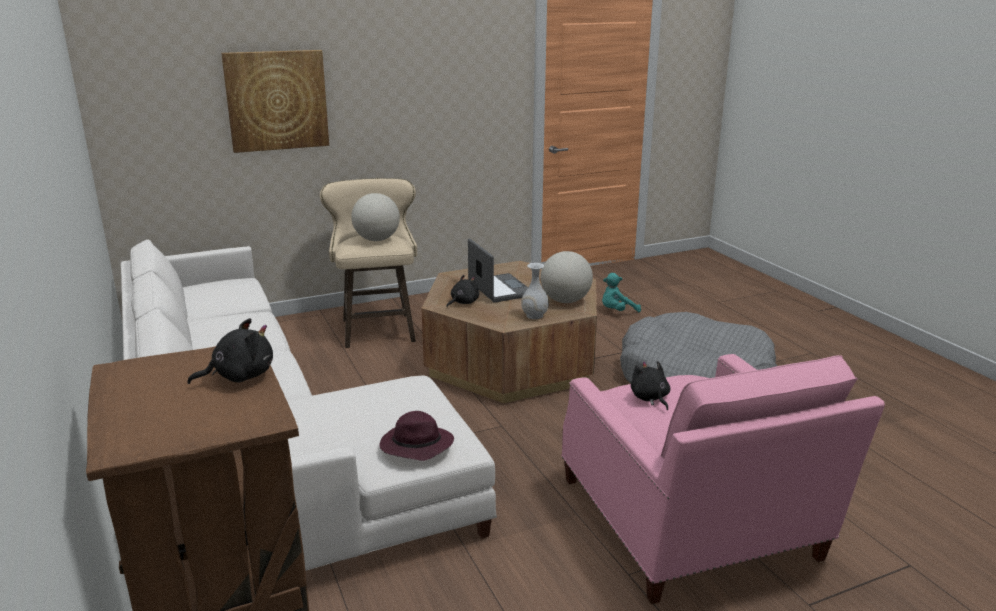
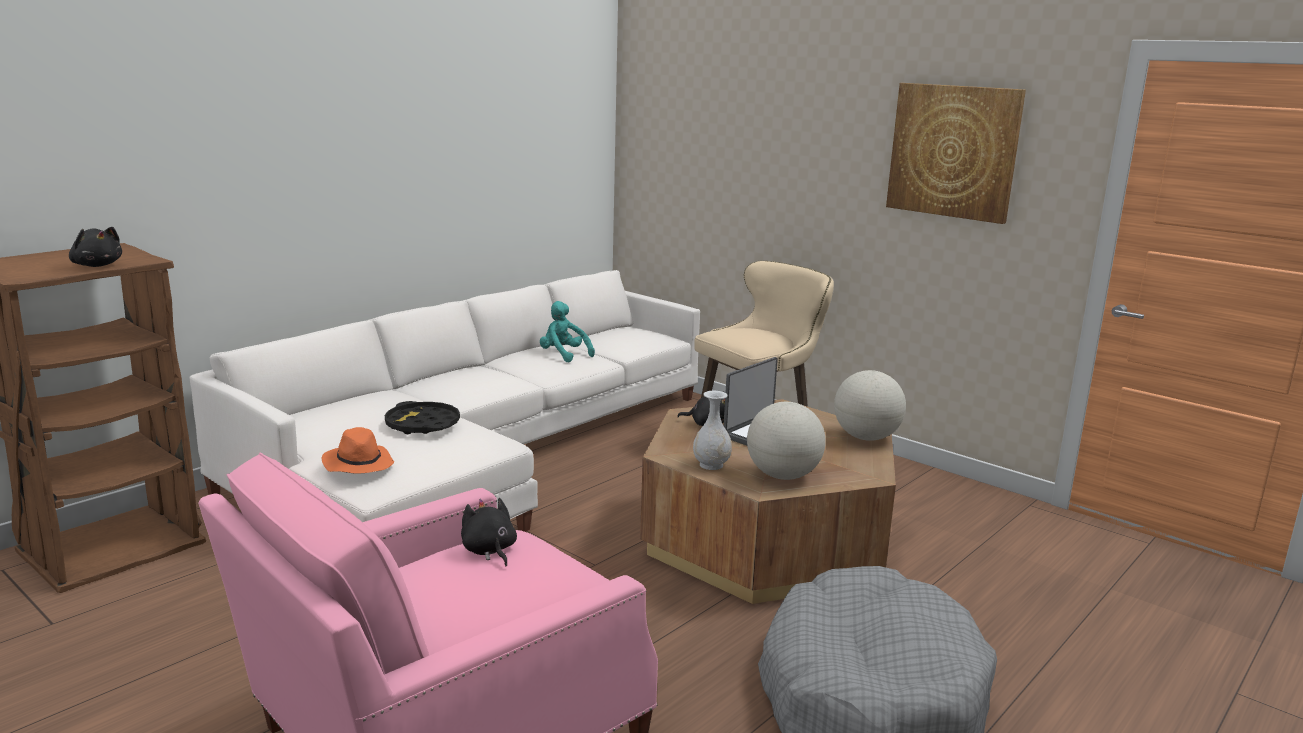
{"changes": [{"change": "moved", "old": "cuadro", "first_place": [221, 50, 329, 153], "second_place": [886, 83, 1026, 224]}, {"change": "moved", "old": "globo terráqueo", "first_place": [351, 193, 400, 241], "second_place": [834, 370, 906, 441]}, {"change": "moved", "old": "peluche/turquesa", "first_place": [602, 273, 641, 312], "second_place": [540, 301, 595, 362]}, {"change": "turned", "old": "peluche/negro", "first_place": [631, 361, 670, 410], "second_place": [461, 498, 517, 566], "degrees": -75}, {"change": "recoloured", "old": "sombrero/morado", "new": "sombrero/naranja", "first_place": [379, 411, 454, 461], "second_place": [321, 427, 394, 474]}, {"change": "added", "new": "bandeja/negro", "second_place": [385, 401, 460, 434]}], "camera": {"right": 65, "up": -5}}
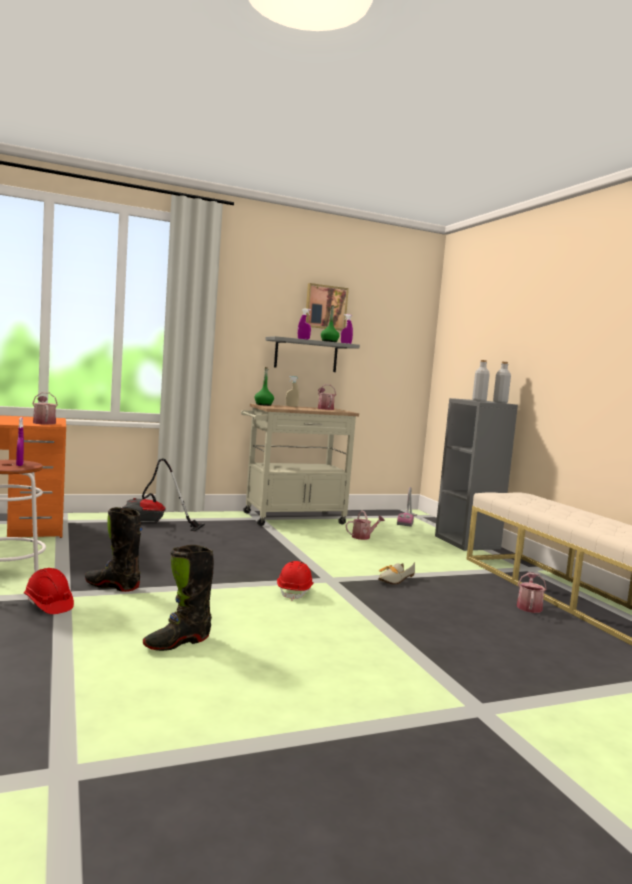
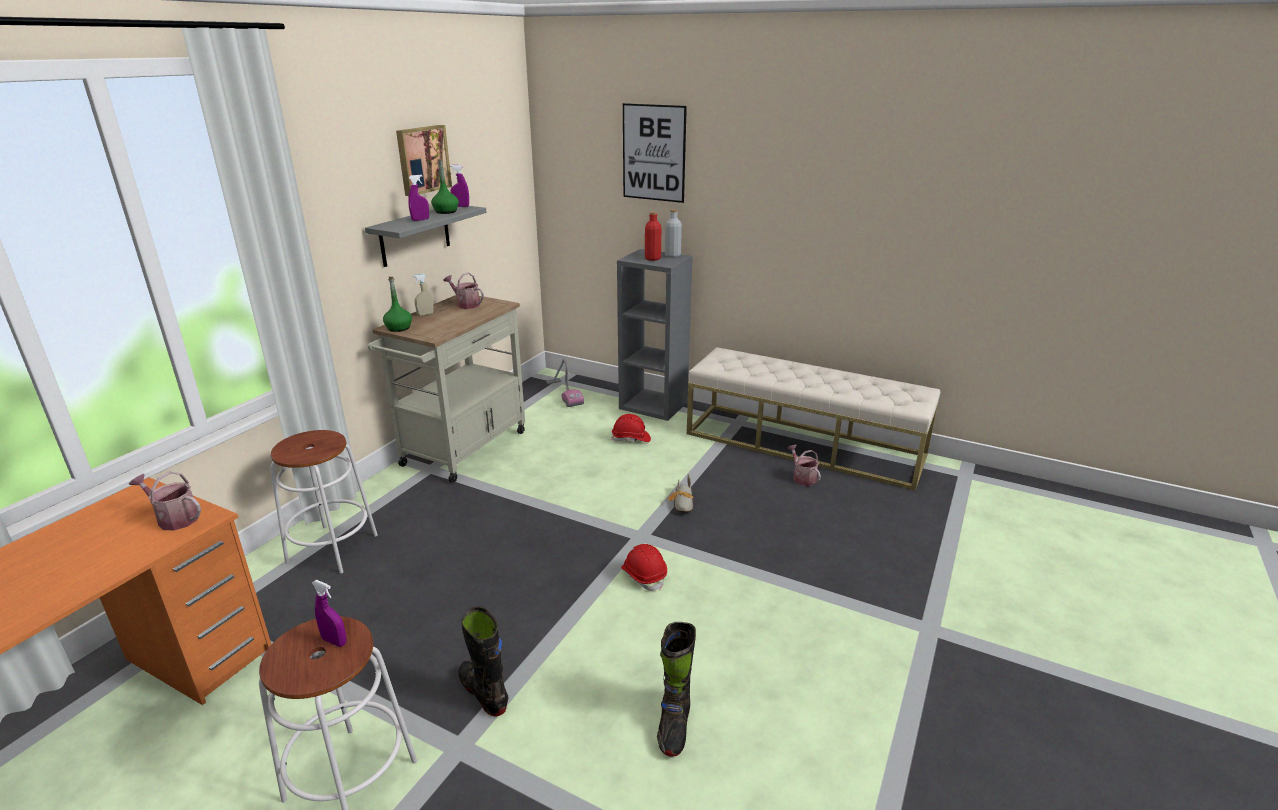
{"changes": [{"change": "recoloured", "old": "botella/gris", "new": "botella/rojo", "first_place": [472, 360, 490, 401], "second_place": [645, 211, 661, 261]}, {"change": "replaced", "old": "aspiradora", "new": "taburete/blanco", "first_place": [122, 459, 205, 531], "second_place": [270, 430, 378, 574]}, {"change": "turned", "old": "bota/negro", "first_place": [85, 507, 142, 592], "second_place": [458, 606, 508, 717], "degrees": 75}, {"change": "removed", "old": "regadera", "first_place": [346, 510, 385, 540]}, {"change": "moved", "old": "casco/rojo", "first_place": [24, 568, 74, 614], "second_place": [611, 414, 651, 442]}, {"change": "added", "new": "cuadro", "second_place": [623, 103, 687, 203]}], "camera": {"right": -40, "up": 20}}
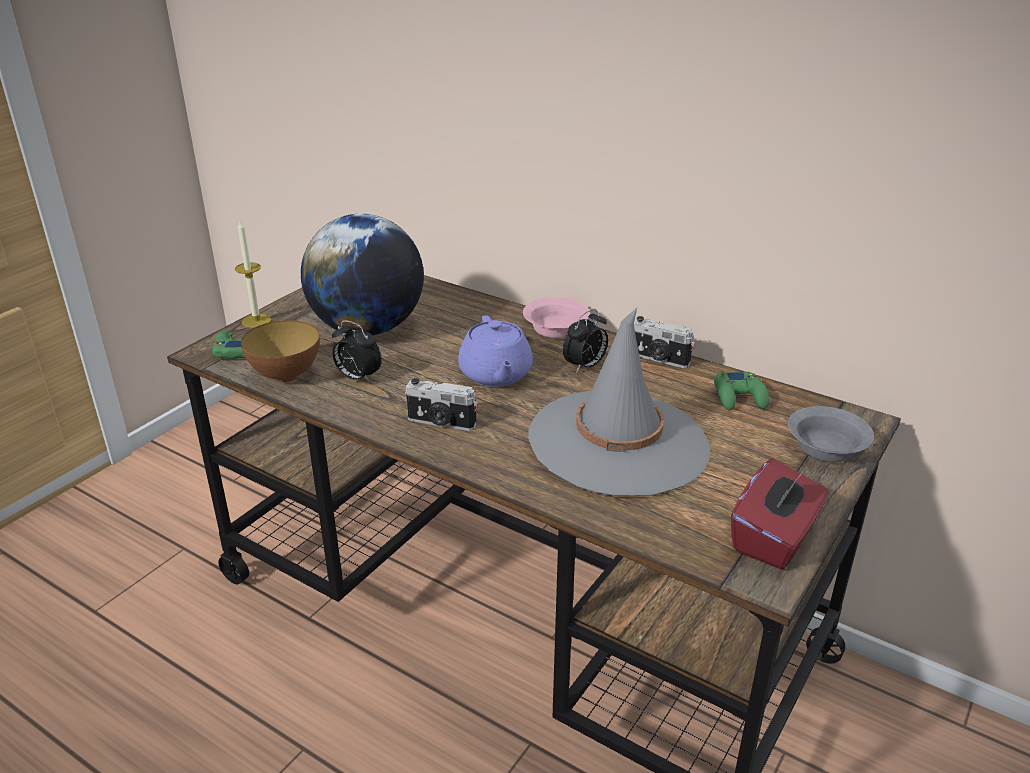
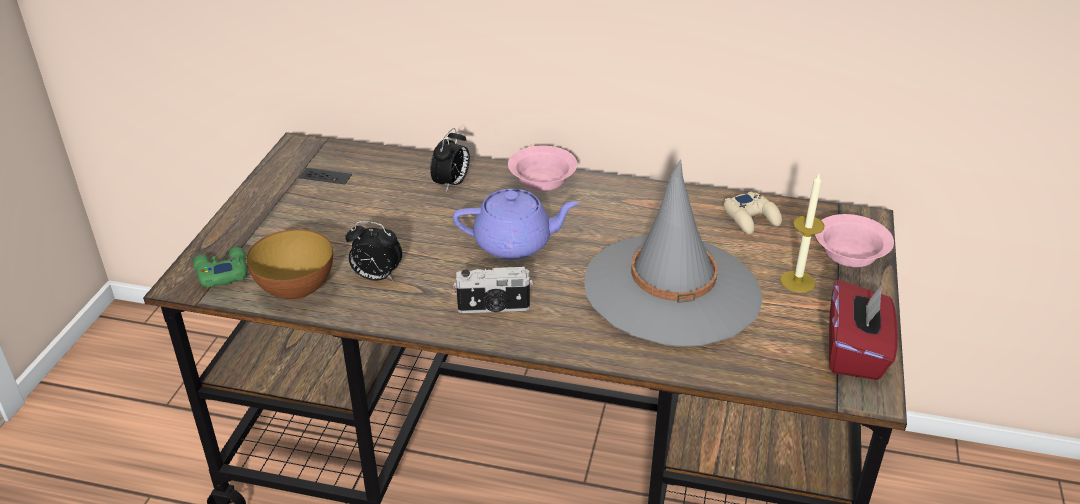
{"changes": [{"change": "removed", "old": "globo terráqueo", "first_place": [301, 214, 424, 335]}, {"change": "moved", "old": "vela", "first_place": [235, 221, 271, 328], "second_place": [780, 174, 825, 293]}, {"change": "moved", "old": "despertador", "first_place": [563, 309, 608, 373], "second_place": [430, 128, 470, 192]}, {"change": "turned", "old": "tetera/morado", "first_place": [458, 315, 533, 387], "second_place": [453, 189, 579, 259], "degrees": -60}, {"change": "removed", "old": "cámara", "first_place": [634, 316, 695, 368]}, {"change": "recoloured", "old": "mando de consola/verde", "new": "mando de consola/beis", "first_place": [714, 371, 769, 410], "second_place": [723, 192, 782, 234]}, {"change": "recoloured", "old": "cuenco/gris", "new": "cuenco/rosa", "first_place": [788, 406, 874, 462], "second_place": [815, 214, 894, 267]}], "camera": {"right": -20, "up": 5}}
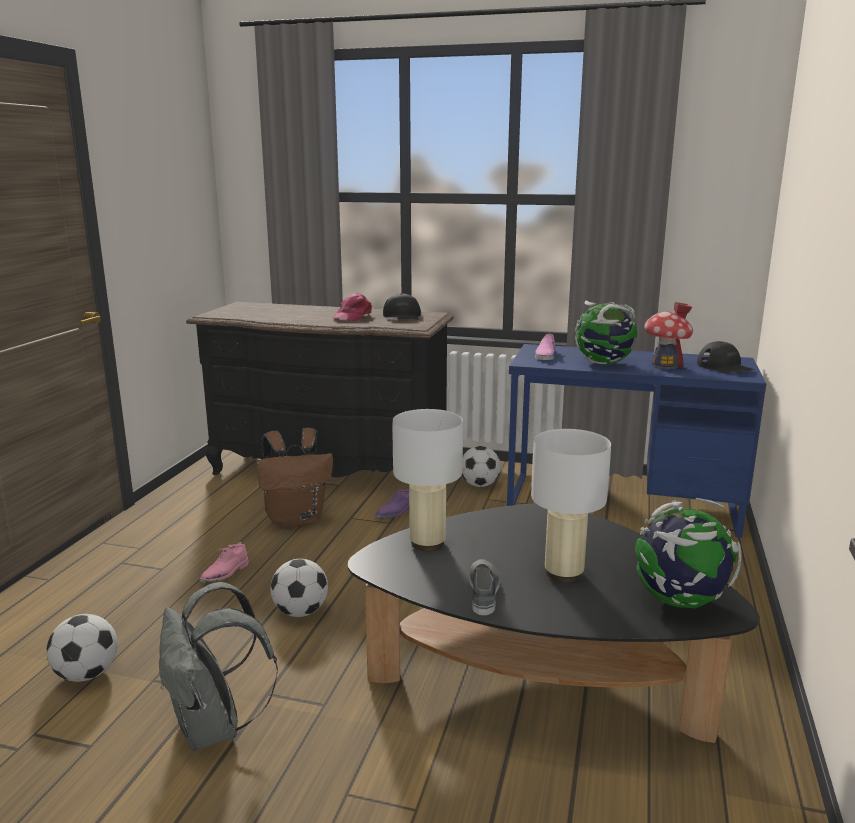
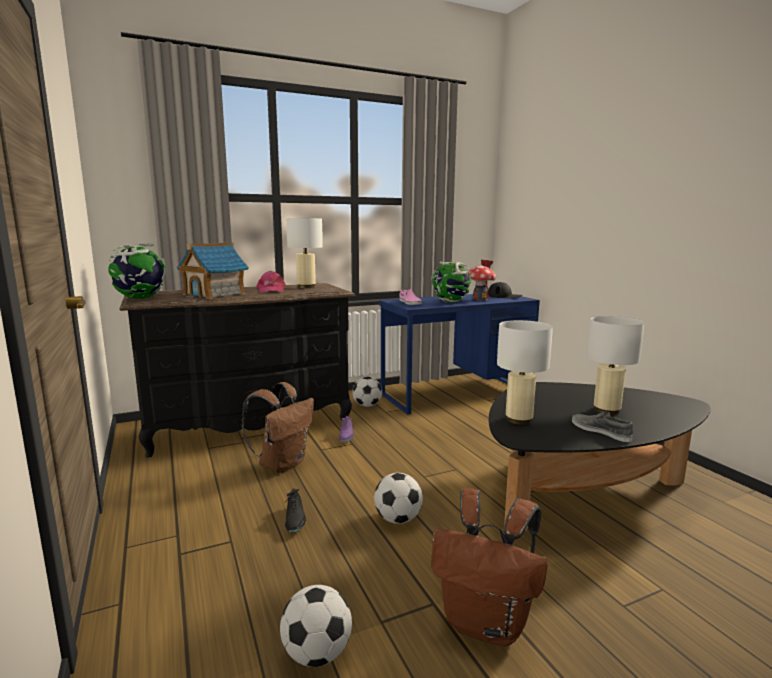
{"changes": [{"change": "replaced", "old": "gorra/negro", "new": "lámpara de mesa/blanco", "first_place": [383, 293, 421, 320], "second_place": [286, 218, 323, 288]}, {"change": "moved", "old": "globo terráqueo", "first_place": [635, 498, 742, 608], "second_place": [108, 244, 166, 299]}, {"change": "recoloured", "old": "zapato/rosa", "new": "zapato/negro", "first_place": [199, 542, 249, 583], "second_place": [285, 488, 306, 533]}, {"change": "recoloured", "old": "mochila/gris", "new": "mochila/marrón", "first_place": [159, 582, 278, 751], "second_place": [431, 489, 548, 646]}, {"change": "added", "new": "casita", "second_place": [177, 242, 249, 299]}], "camera": {"right": -40, "up": -5}}
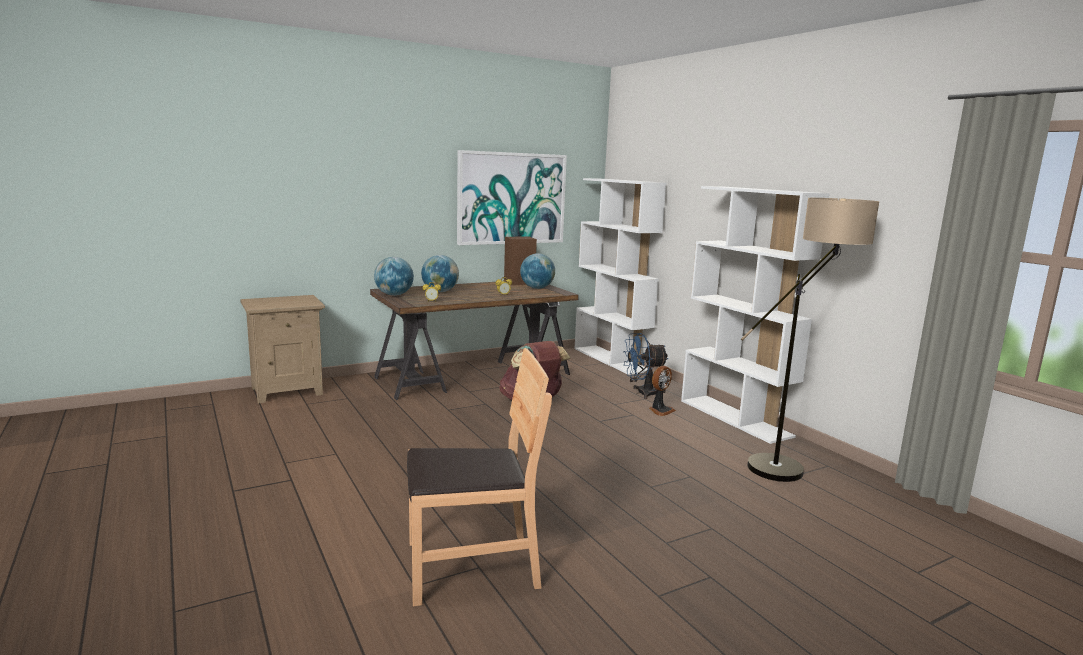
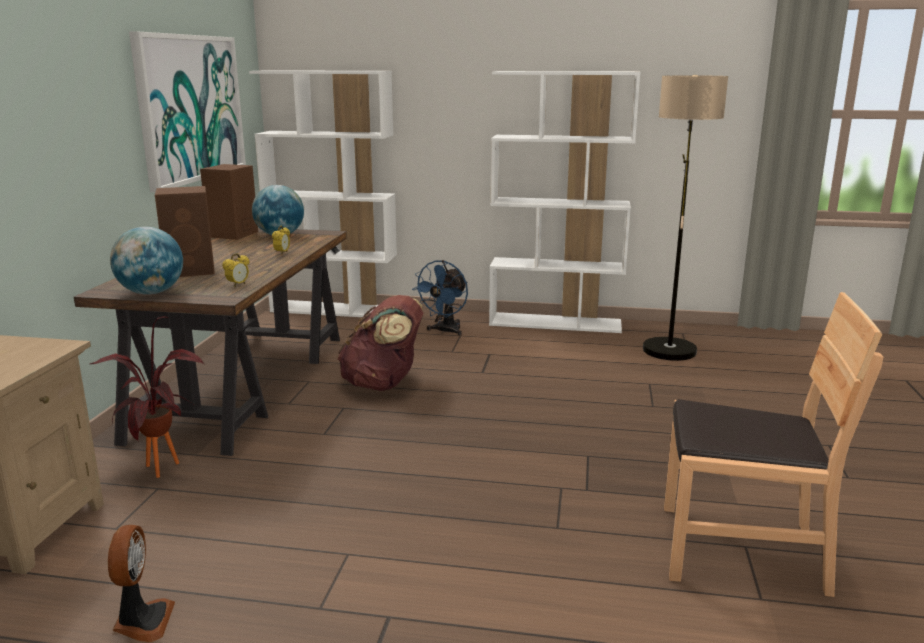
{"changes": [{"change": "replaced", "old": "globo terráqueo", "new": "altavoz/marrón", "first_place": [421, 255, 459, 292], "second_place": [155, 186, 215, 277]}, {"change": "turned", "old": "silla/marrón", "first_place": [407, 348, 552, 606], "second_place": [664, 292, 883, 597], "degrees": 75}, {"change": "moved", "old": "ventilador", "first_place": [649, 366, 676, 416], "second_place": [108, 525, 175, 642]}, {"change": "added", "new": "planta en maceta", "second_place": [90, 316, 204, 478]}], "camera": {"right": -50, "up": 5}}
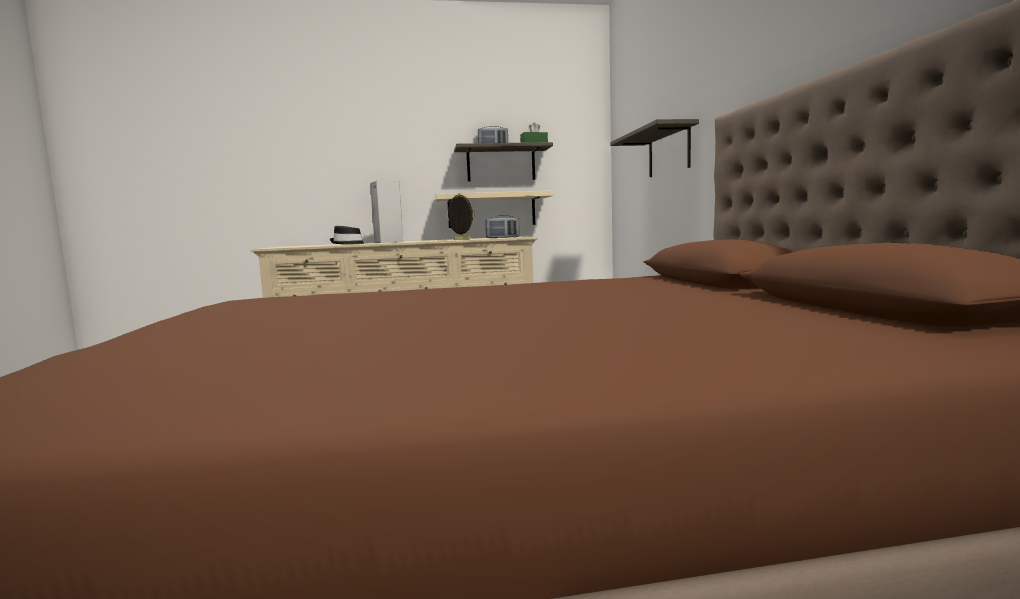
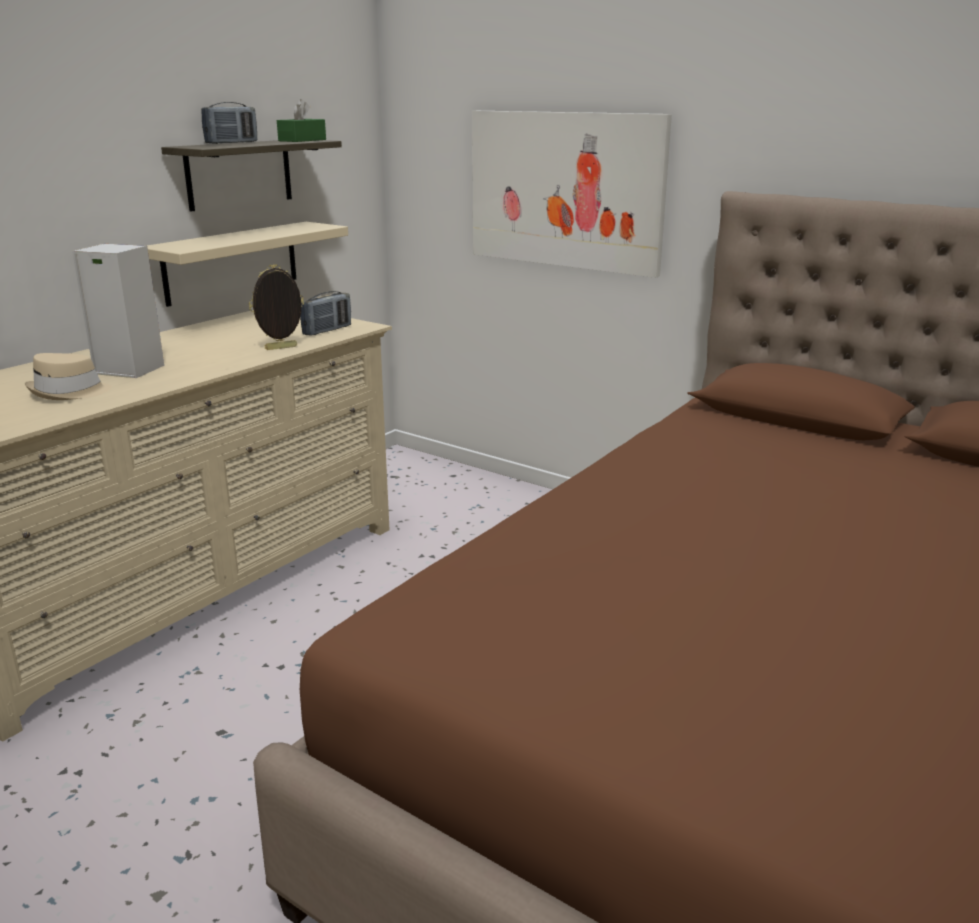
{"changes": [{"change": "replaced", "old": "estante", "new": "cuadro", "first_place": [610, 119, 699, 177], "second_place": [472, 111, 672, 278]}, {"change": "recoloured", "old": "sombrero/negro", "new": "sombrero/beis", "first_place": [330, 226, 366, 244], "second_place": [25, 353, 112, 400]}], "camera": {"right": -45, "up": 15}}
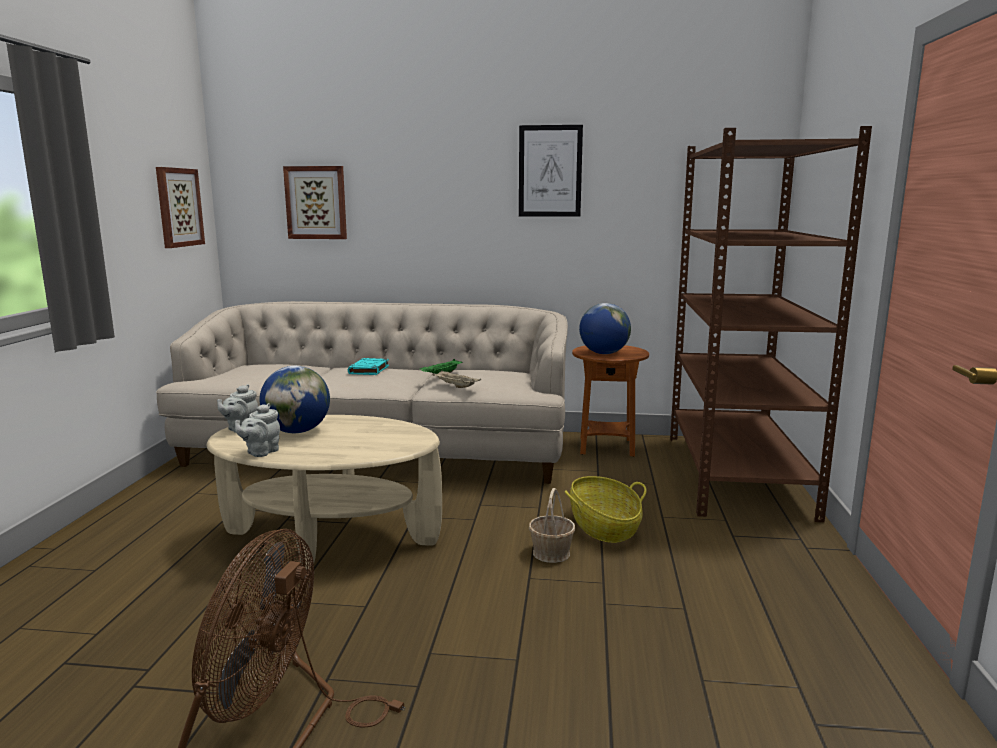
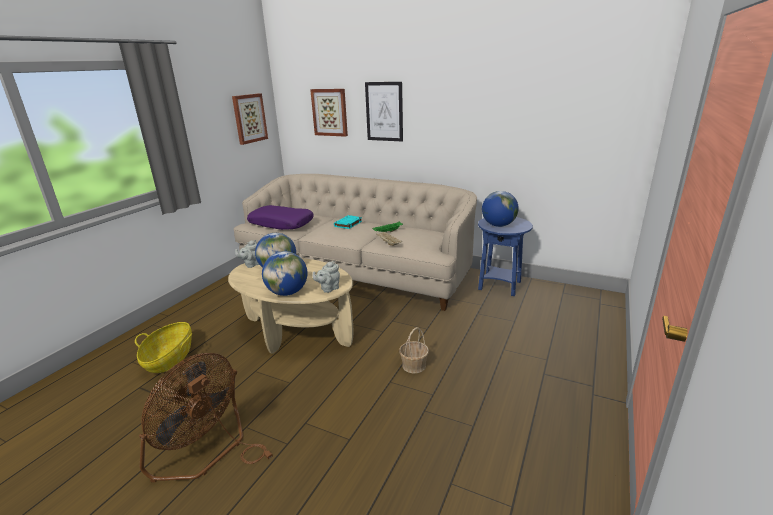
{"changes": [{"change": "moved", "old": "cuadro", "first_place": [519, 125, 583, 217], "second_place": [365, 82, 403, 142]}, {"change": "removed", "old": "estantería/marrón", "first_place": [670, 126, 872, 522]}, {"change": "recoloured", "old": "mesa auxiliar/marrón", "new": "mesa auxiliar/azul", "first_place": [572, 345, 649, 457], "second_place": [478, 217, 533, 296]}, {"change": "moved", "old": "tetera/gris", "first_place": [235, 403, 280, 457], "second_place": [313, 261, 340, 293]}, {"change": "moved", "old": "cesta", "first_place": [565, 476, 647, 543], "second_place": [135, 322, 192, 373]}, {"change": "added", "new": "cojín/morado", "second_place": [247, 205, 314, 230]}, {"change": "added", "new": "globo terráqueo", "second_place": [262, 251, 307, 296]}], "camera": {"right": 20, "up": 10}}
